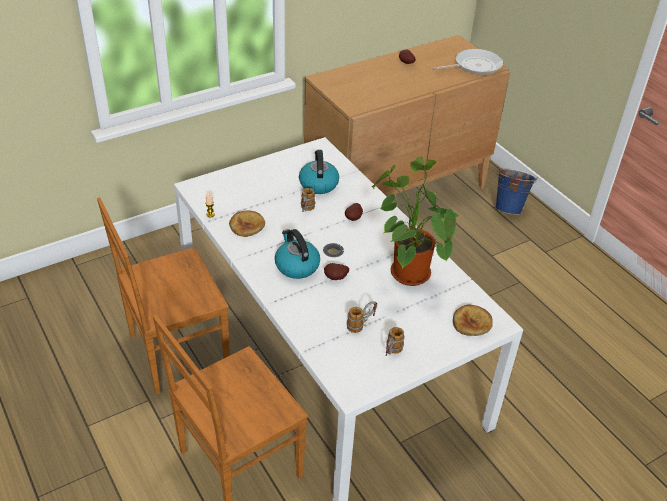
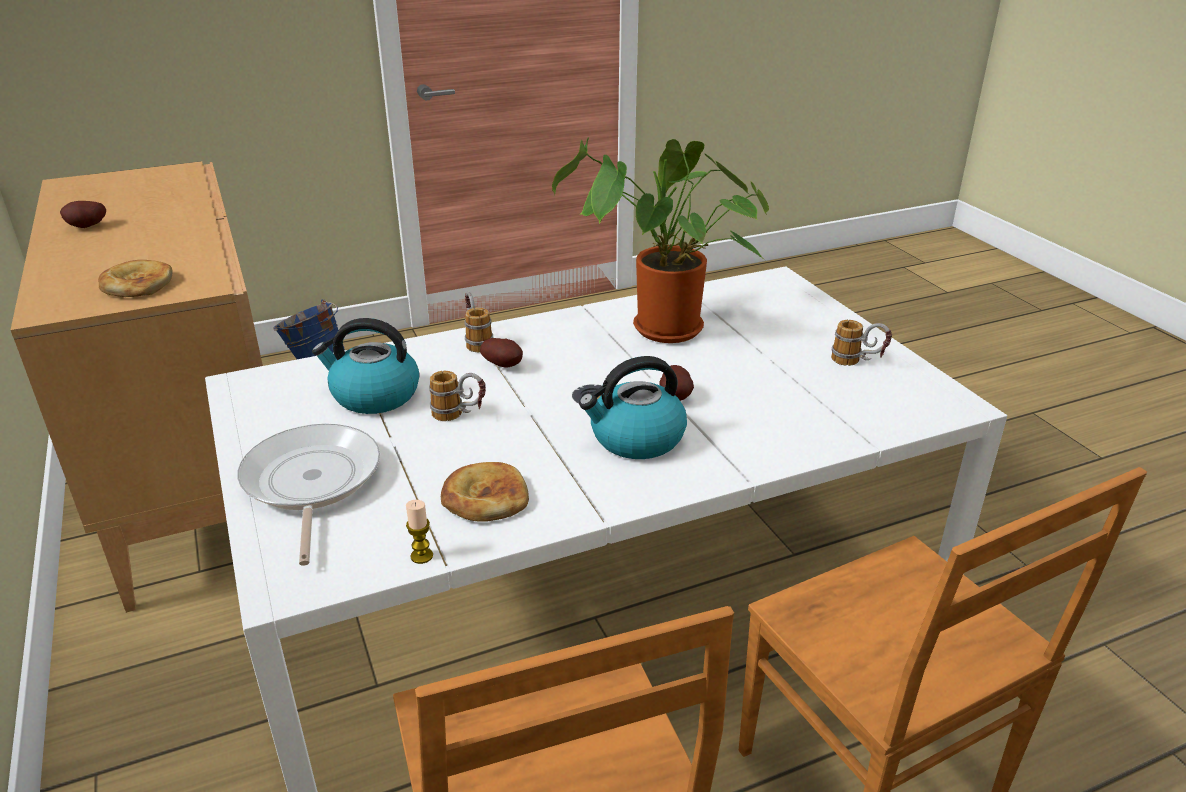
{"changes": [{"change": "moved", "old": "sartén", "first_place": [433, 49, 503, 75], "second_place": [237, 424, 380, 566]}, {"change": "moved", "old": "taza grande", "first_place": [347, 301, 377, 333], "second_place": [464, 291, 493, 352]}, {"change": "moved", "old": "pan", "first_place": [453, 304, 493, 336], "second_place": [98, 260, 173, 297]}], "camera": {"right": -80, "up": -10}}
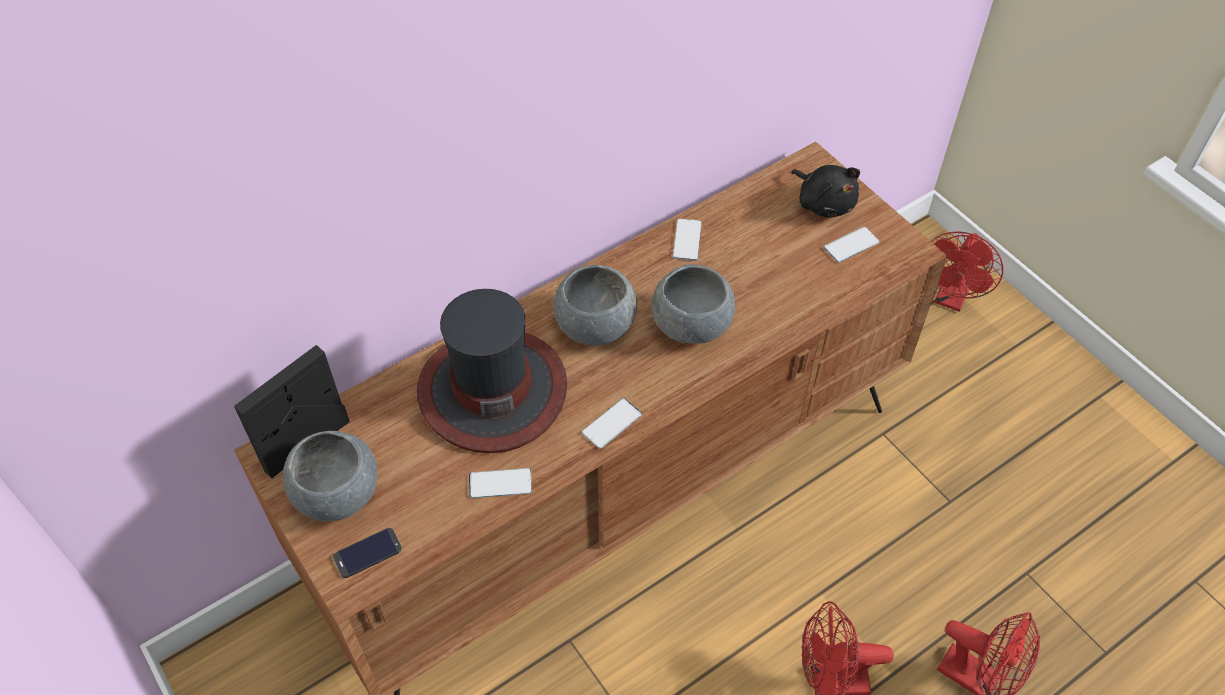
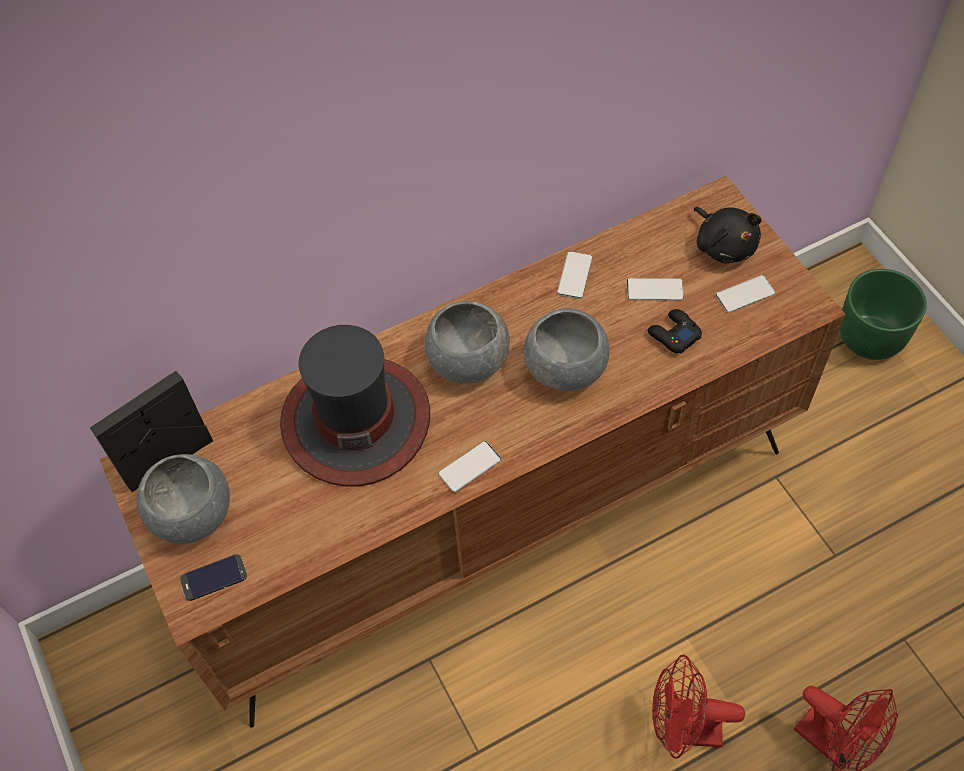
{"changes": [{"change": "replaced", "old": "ventilador/rojo", "new": "maceta/verde", "first_place": [931, 231, 1003, 312], "second_place": [840, 269, 927, 360]}, {"change": "moved", "old": "móvil", "first_place": [469, 468, 532, 498], "second_place": [627, 278, 684, 300]}, {"change": "added", "new": "mando de consola/negro", "second_place": [647, 309, 702, 354]}], "camera": {"right": 10, "up": 5}}
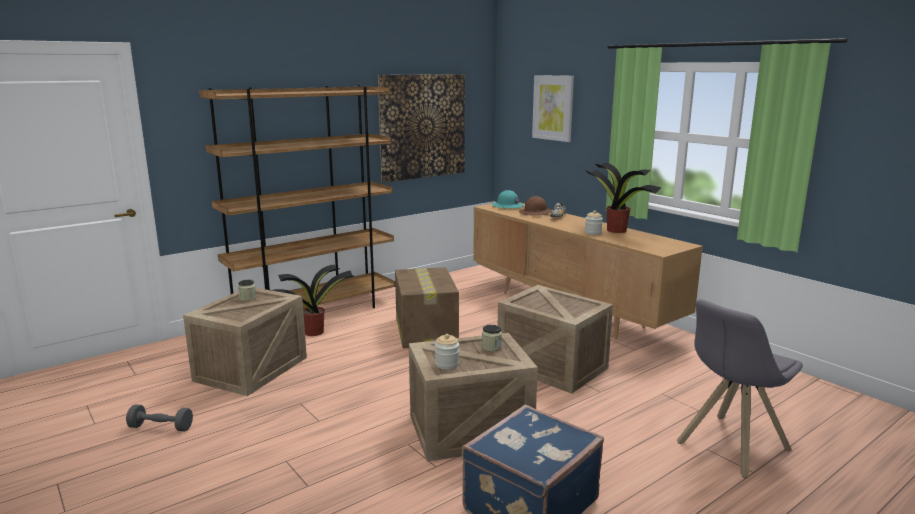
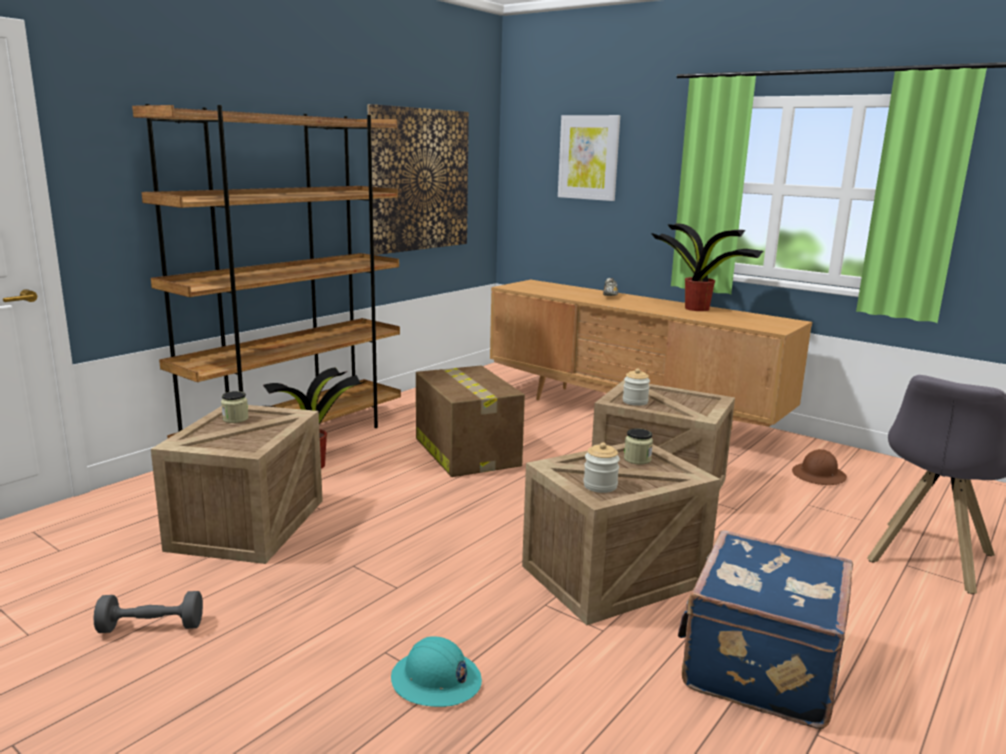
{"changes": [{"change": "moved", "old": "casco/turquesa", "first_place": [492, 190, 524, 209], "second_place": [391, 636, 482, 707]}, {"change": "moved", "old": "casco/marrón", "first_place": [519, 196, 552, 216], "second_place": [792, 449, 847, 485]}, {"change": "moved", "old": "tarro", "first_place": [585, 211, 603, 235], "second_place": [623, 369, 650, 406]}], "camera": {"right": -15, "up": 0}}
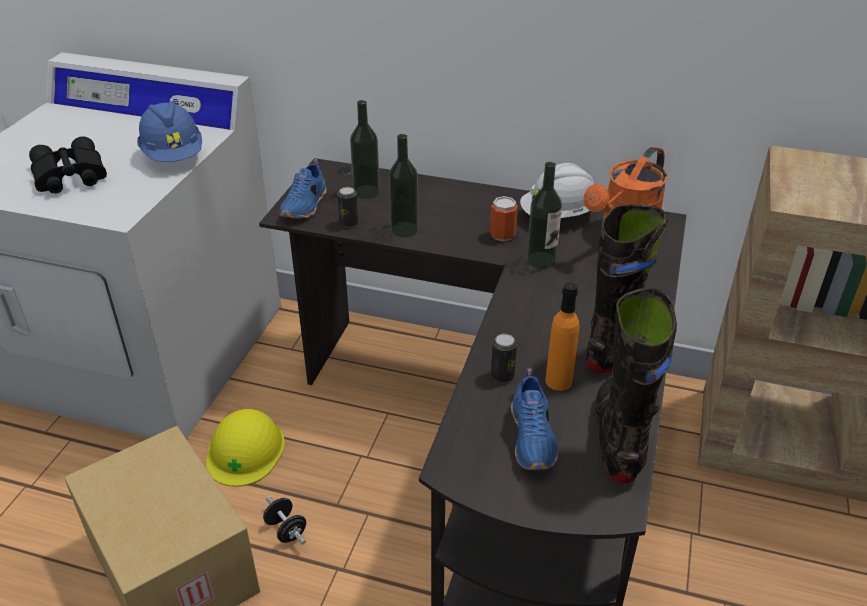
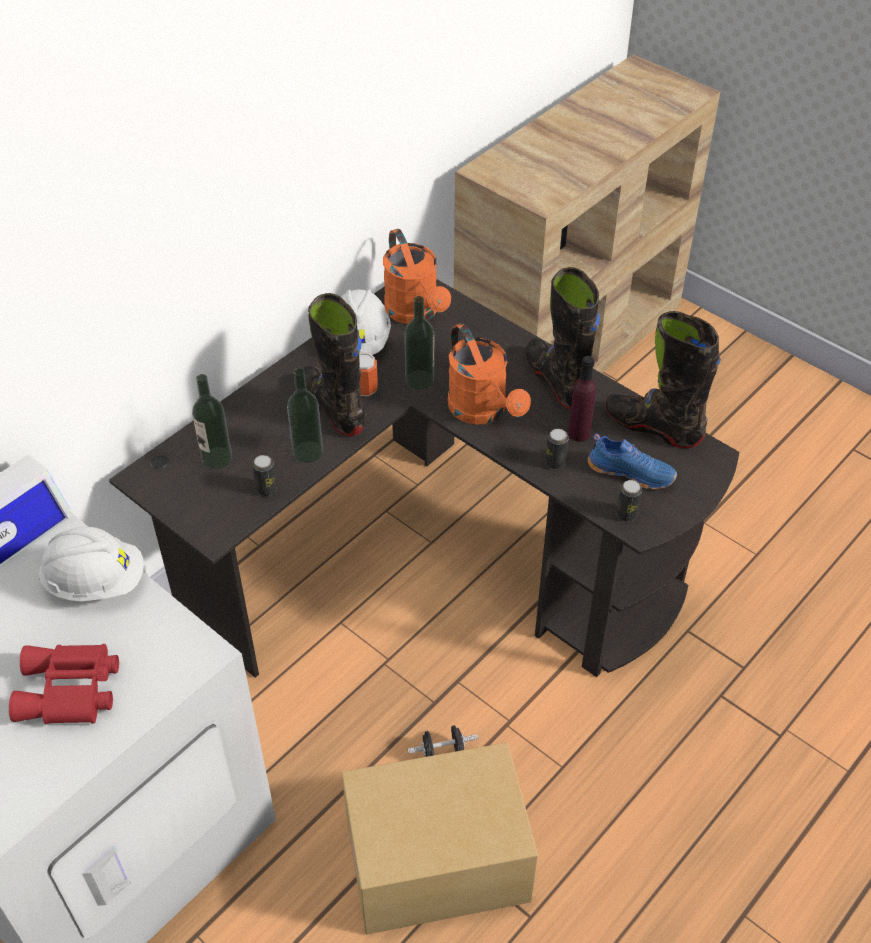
{"changes": [{"change": "recoloured", "old": "casco/azul", "new": "casco/blanco", "first_place": [137, 101, 202, 162], "second_place": [39, 527, 144, 601]}, {"change": "recoloured", "old": "prismáticos/negro", "new": "prismáticos/rojo", "first_place": [29, 136, 107, 194], "second_place": [9, 644, 119, 724]}, {"change": "removed", "old": "zapato/azul", "first_place": [279, 159, 326, 219]}, {"change": "recoloured", "old": "botella/naranja", "new": "botella/morado", "first_place": [545, 282, 580, 391], "second_place": [568, 356, 596, 442]}, {"change": "removed", "old": "casco/amarillo", "first_place": [206, 409, 285, 487]}, {"change": "added", "new": "bota/negro", "second_place": [303, 293, 366, 436]}, {"change": "added", "new": "regadera/naranja", "second_place": [448, 323, 531, 425]}, {"change": "added", "new": "lata", "second_place": [616, 480, 642, 521]}], "camera": {"right": -65, "up": 10}}
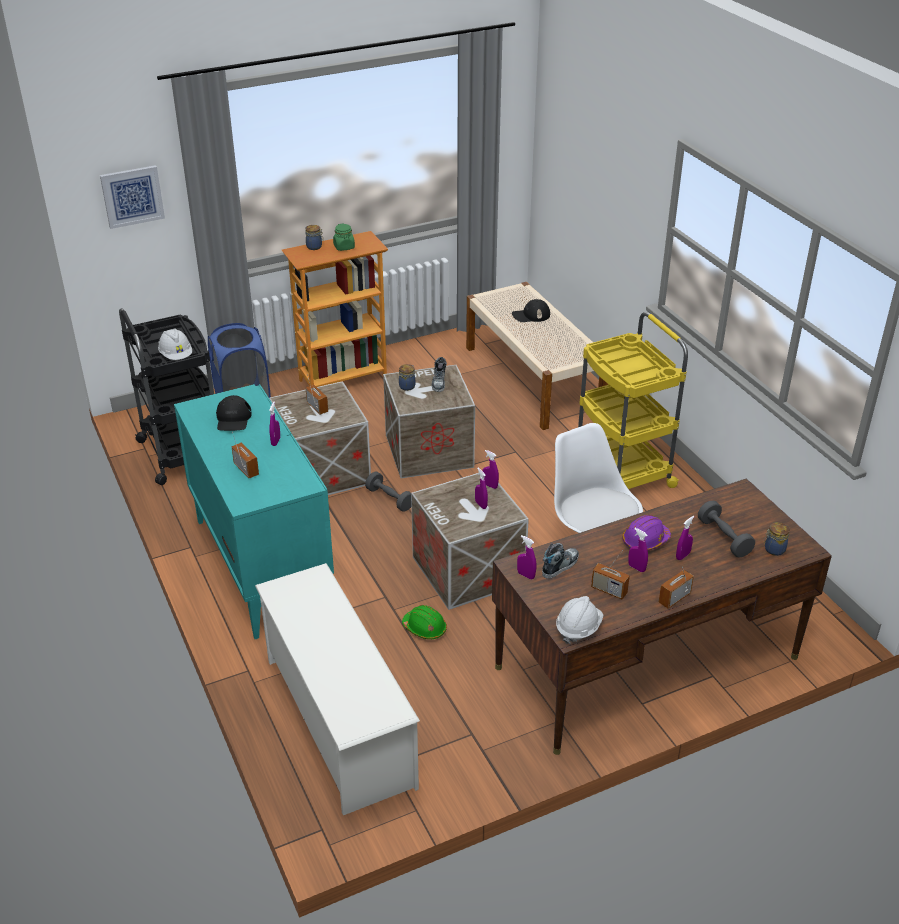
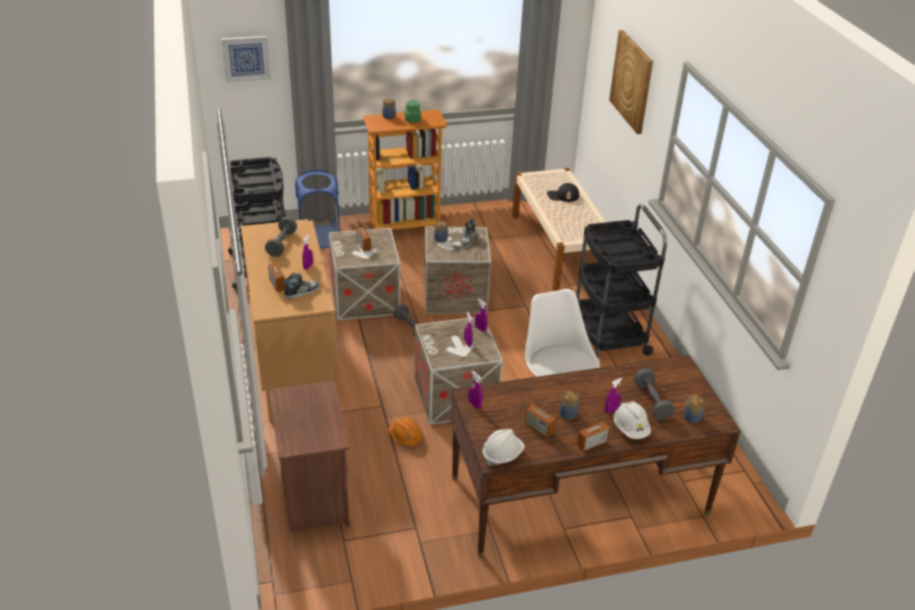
{"changes": [{"change": "recoloured", "old": "carrito/amarillo", "new": "carrito/negro", "first_place": [578, 312, 688, 489], "second_place": [576, 204, 667, 358]}, {"change": "moved", "old": "casco/blanco", "first_place": [158, 328, 192, 360], "second_place": [613, 401, 651, 439]}, {"change": "recoloured", "old": "armario/turquesa", "new": "armario/marrón", "first_place": [174, 384, 334, 639], "second_place": [241, 219, 339, 422]}, {"change": "replaced", "old": "gorra/negro", "new": "mancuerna/gris", "first_place": [216, 395, 252, 431], "second_place": [265, 217, 297, 257]}, {"change": "removed", "old": "casco/morado", "first_place": [622, 515, 671, 550]}, {"change": "replaced", "old": "pulverizador/morado", "new": "tarro", "first_place": [628, 528, 648, 572], "second_place": [559, 391, 579, 420]}, {"change": "moved", "old": "zapato", "first_place": [542, 543, 579, 579], "second_place": [283, 272, 320, 299]}, {"change": "replaced", "old": "zapatero/blanco", "new": "mesita de noche/marrón", "first_place": [255, 563, 420, 815], "second_place": [269, 380, 349, 532]}, {"change": "recoloured", "old": "casco/verde", "new": "casco/naranja", "first_place": [402, 605, 447, 639], "second_place": [388, 417, 423, 446]}, {"change": "added", "new": "cuadro", "second_place": [609, 30, 653, 134]}], "camera": {"right": 10, "up": 0}}
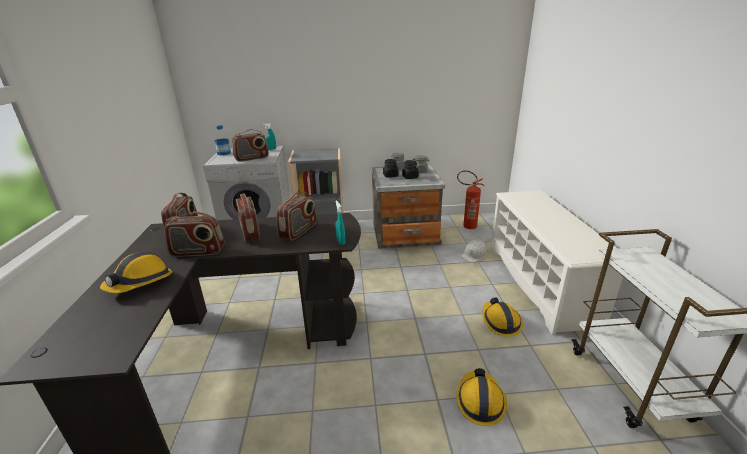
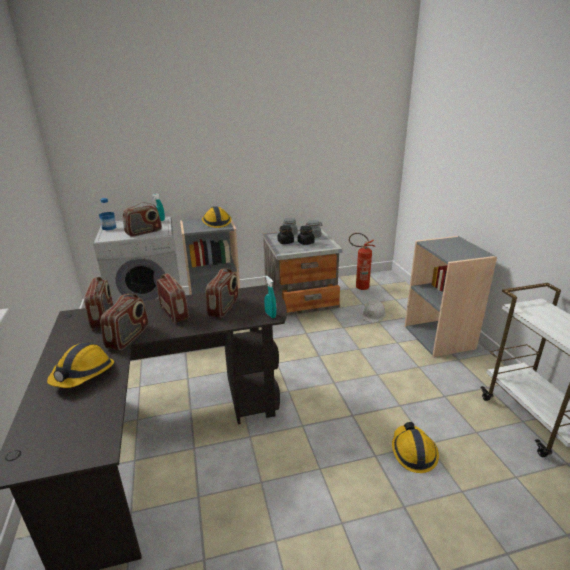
{"changes": [{"change": "replaced", "old": "zapatero/blanco", "new": "estantería/gris", "first_place": [490, 190, 623, 335], "second_place": [404, 236, 497, 357]}, {"change": "turned", "old": "radio", "first_place": [164, 211, 224, 257], "second_place": [100, 294, 149, 350], "degrees": -60}, {"change": "moved", "old": "casco", "first_place": [482, 297, 523, 337], "second_place": [202, 206, 231, 228]}], "camera": {"right": -10, "up": 0}}
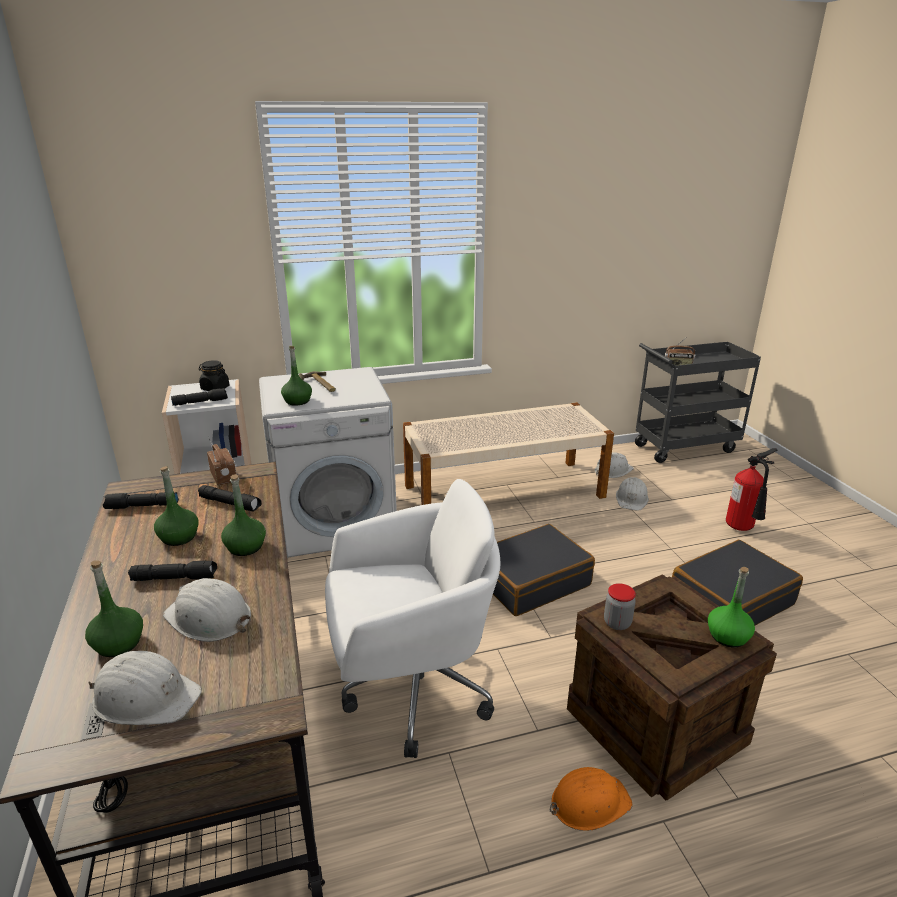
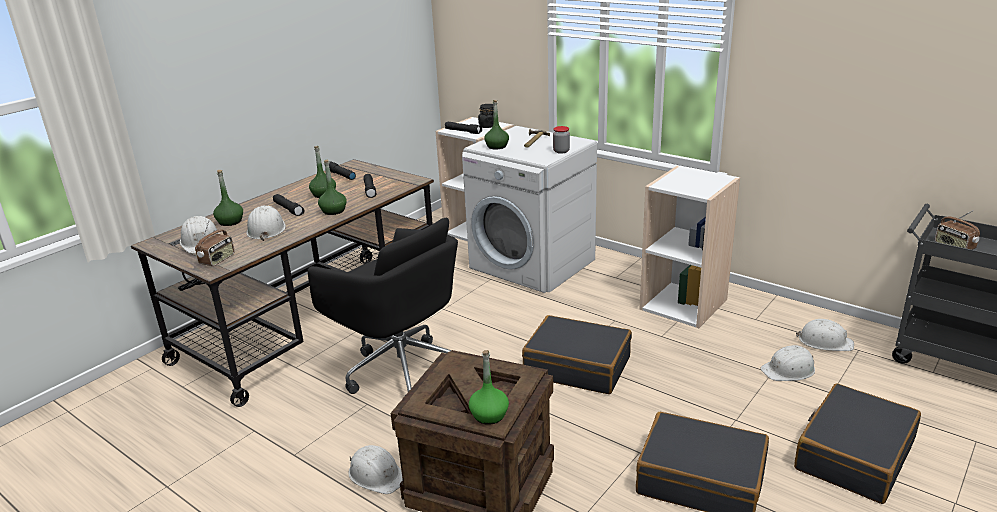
{"changes": [{"change": "replaced", "old": "banco/beis", "new": "estantería", "first_place": [403, 402, 614, 505], "second_place": [640, 165, 740, 328]}, {"change": "moved", "old": "radio", "first_place": [207, 438, 237, 486], "second_place": [195, 220, 235, 266]}, {"change": "replaced", "old": "extintor", "new": "maleta/negro", "first_place": [726, 448, 777, 531], "second_place": [794, 383, 921, 504]}, {"change": "recoloured", "old": "silla de oficina/blanco", "new": "silla de oficina/negro", "first_place": [325, 479, 500, 758], "second_place": [308, 218, 458, 394]}, {"change": "moved", "old": "tarro", "first_place": [604, 583, 636, 630], "second_place": [553, 126, 570, 154]}, {"change": "recoloured", "old": "casco/naranja", "new": "casco/blanco", "first_place": [550, 767, 633, 831], "second_place": [349, 445, 403, 494]}], "camera": {"right": 55, "up": 0}}
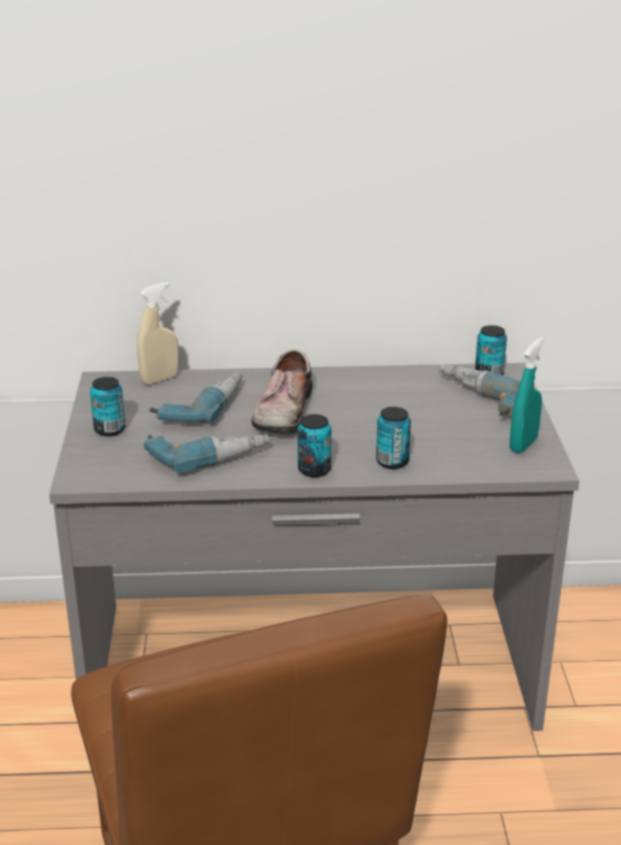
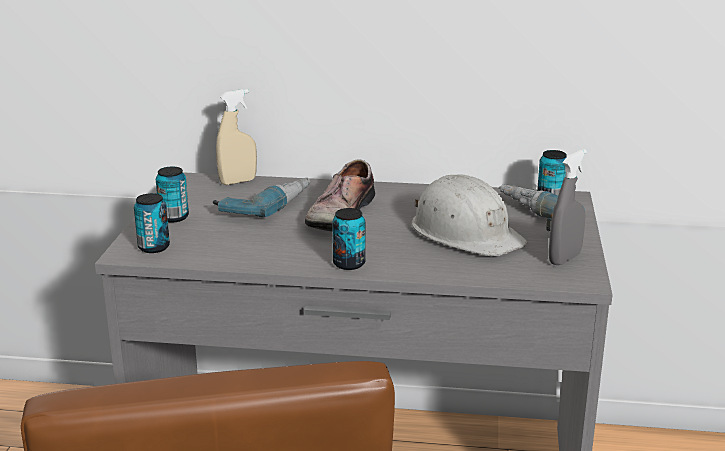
{"changes": [{"change": "recoloured", "old": "pulverizador/turquesa", "new": "pulverizador/gris", "first_place": [510, 338, 544, 453], "second_place": [549, 149, 587, 265]}, {"change": "moved", "old": "lata", "first_place": [376, 407, 411, 469], "second_place": [134, 193, 170, 253]}, {"change": "removed", "old": "taladro", "first_place": [144, 435, 272, 472]}, {"change": "added", "new": "casco/blanco", "second_place": [412, 174, 527, 256]}], "camera": {"right": 10, "up": -5}}
